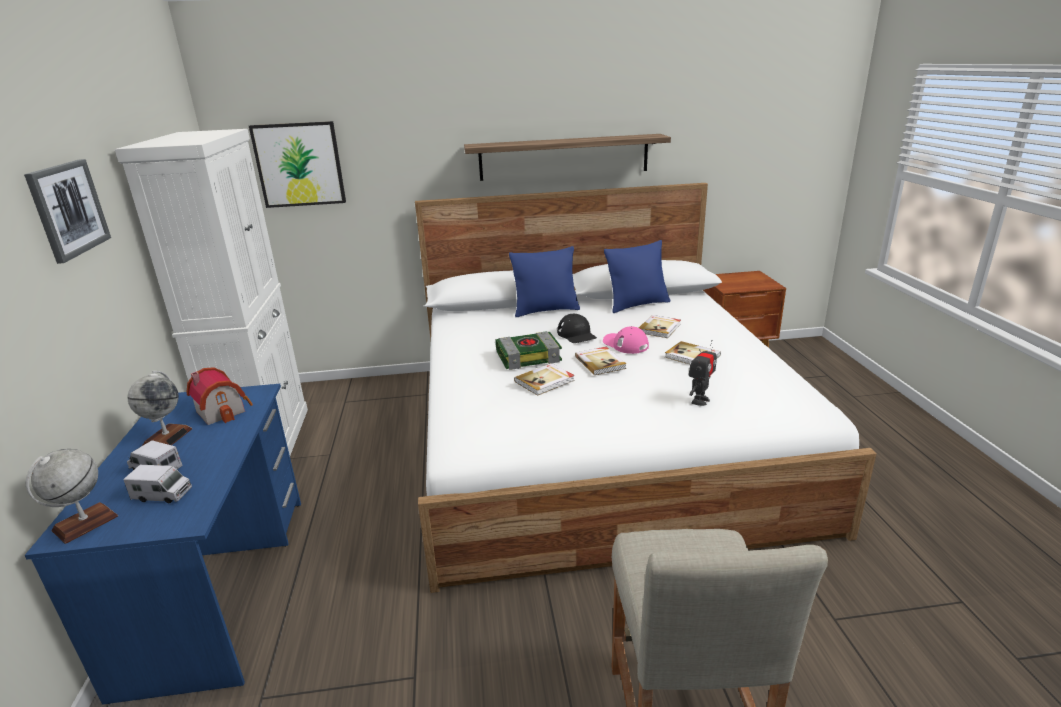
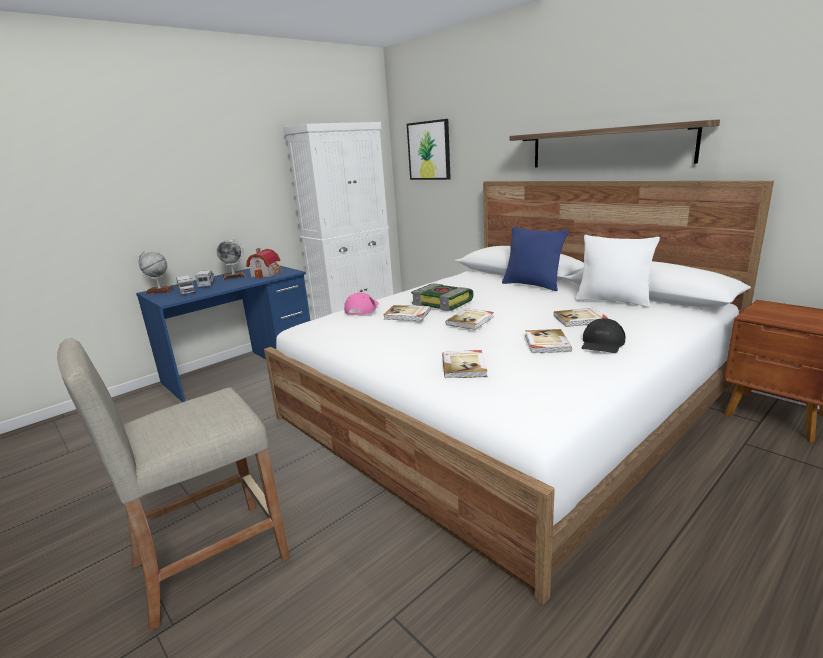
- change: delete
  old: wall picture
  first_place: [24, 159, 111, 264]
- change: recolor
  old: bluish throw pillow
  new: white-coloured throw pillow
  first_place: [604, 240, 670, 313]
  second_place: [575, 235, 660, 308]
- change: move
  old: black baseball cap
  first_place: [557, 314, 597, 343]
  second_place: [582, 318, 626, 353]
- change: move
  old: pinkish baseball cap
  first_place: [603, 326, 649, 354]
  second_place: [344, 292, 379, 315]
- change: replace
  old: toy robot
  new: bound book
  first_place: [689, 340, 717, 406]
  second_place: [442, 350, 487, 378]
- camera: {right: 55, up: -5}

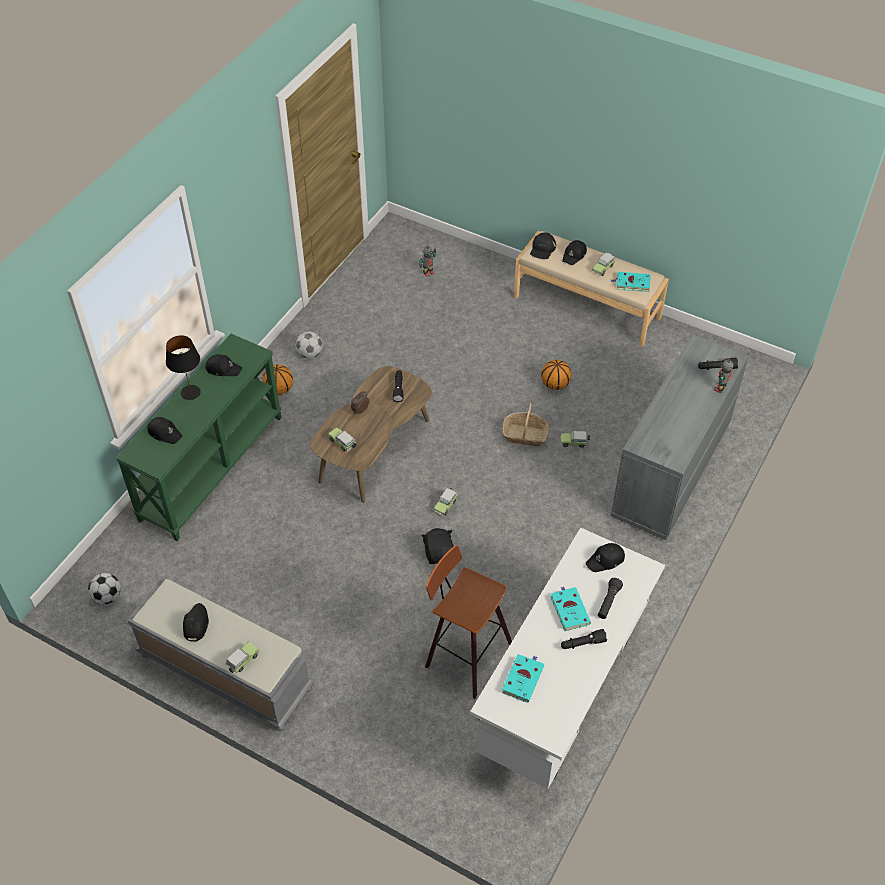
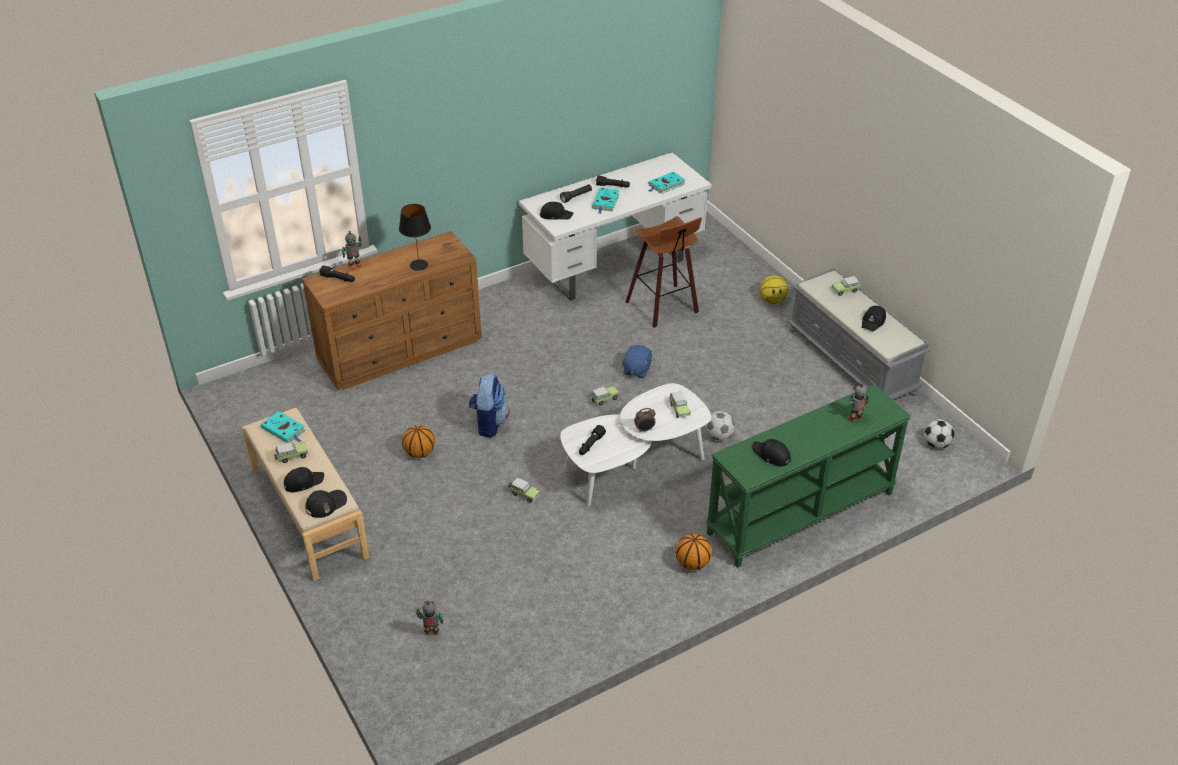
- change: move
  old: ball for football
  first_place: [296, 331, 323, 358]
  second_place: [705, 411, 735, 441]
- change: recolor
  old: grey drawer chest
  new: brown-coloured drawer chest
  first_place: [611, 334, 748, 540]
  second_place: [302, 231, 482, 390]
- change: move
  old: black tabletop lamp
  first_place: [166, 335, 201, 400]
  second_place: [399, 204, 431, 271]
- change: recolor
  old: brown-coloured low table
  new: white-coloured low table
  first_place: [310, 366, 432, 503]
  second_place: [560, 383, 711, 507]
- change: replace
  old: basket
  new: rucksack
  first_place: [502, 402, 549, 446]
  second_place: [469, 373, 509, 438]
- change: replace
  old: black baseball cap
  new: toy robot
  first_place: [147, 417, 182, 444]
  second_place: [848, 383, 869, 422]
- change: move
  old: toy car
  first_place: [561, 431, 590, 448]
  second_place: [508, 477, 540, 503]
- change: recolor
  old: black soft toy
  new: bluish soft toy
  first_place: [421, 528, 453, 564]
  second_place: [621, 345, 652, 378]
- change: insert
  new: basketball
  second_place: [759, 275, 788, 304]
- camera: {right: -150, up: -10}

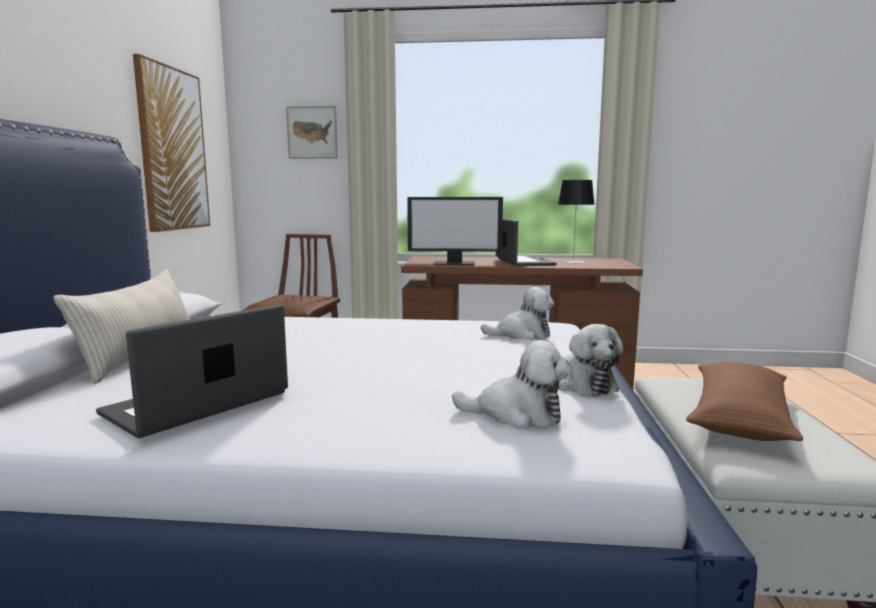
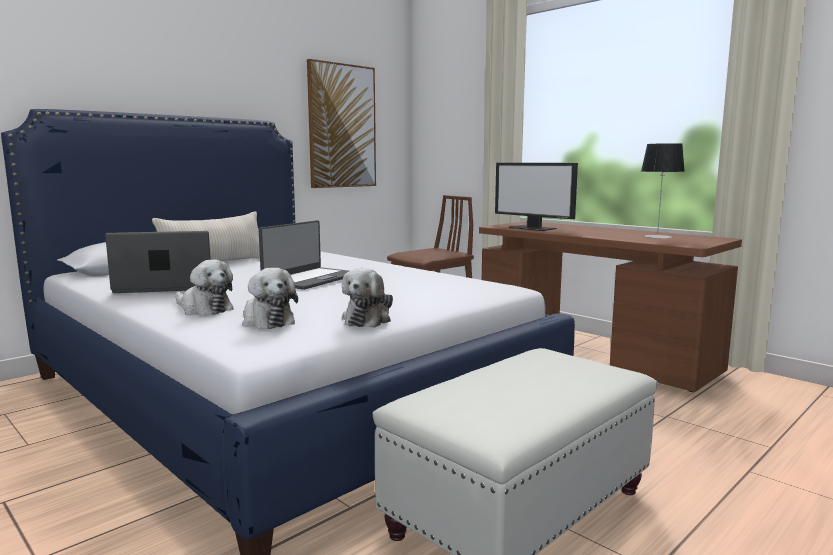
- change: delete
  old: wall picture
  first_place: [286, 106, 338, 159]
- change: move
  old: notebook computer
  first_place: [496, 219, 557, 266]
  second_place: [259, 220, 349, 290]
- change: move
  old: soft toy
  first_place: [481, 287, 554, 340]
  second_place: [176, 260, 234, 315]
- change: delete
  old: brown-coloured throw pillow
  first_place: [686, 362, 803, 441]
- camera: {right: 40, up: 0}

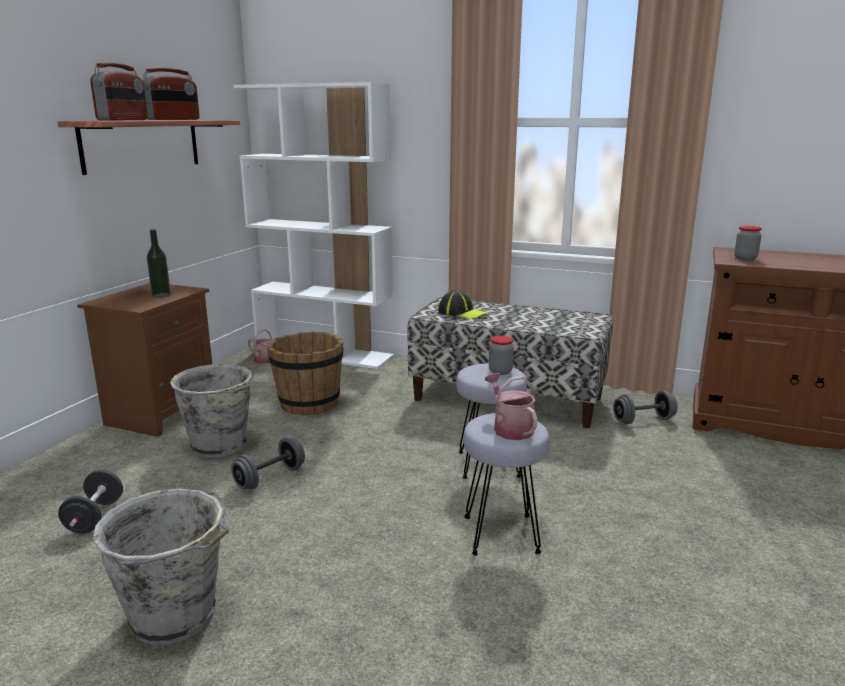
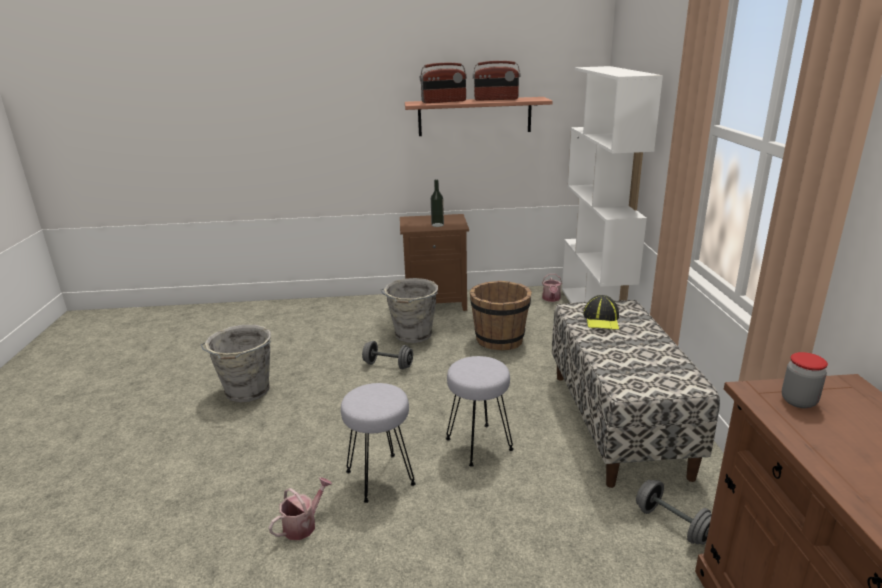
- change: delete
  old: jar
  first_place: [489, 336, 514, 375]
- change: move
  old: sprinkling can
  first_place: [485, 373, 538, 440]
  second_place: [269, 478, 332, 540]
- change: delete
  old: black free weight
  first_place: [58, 470, 123, 533]
- camera: {right: 65, up: 5}

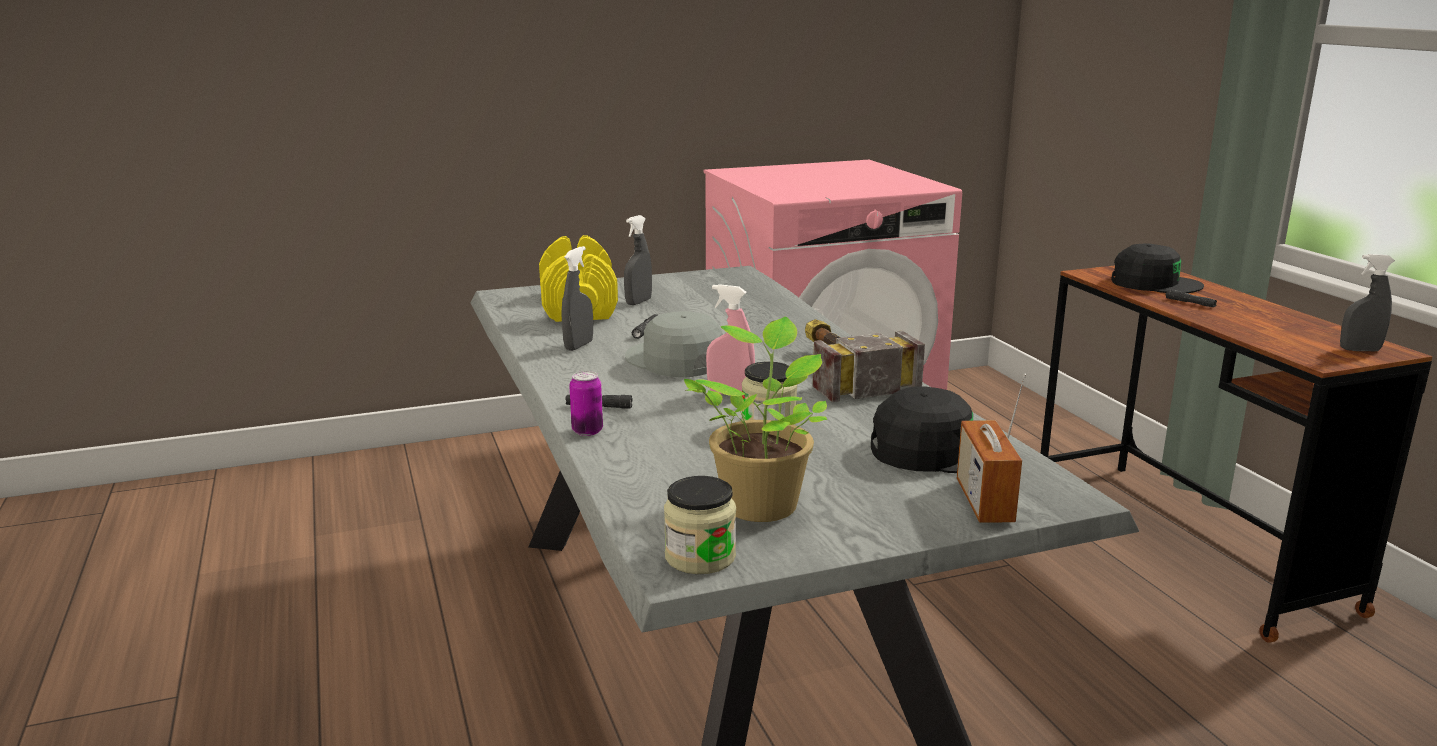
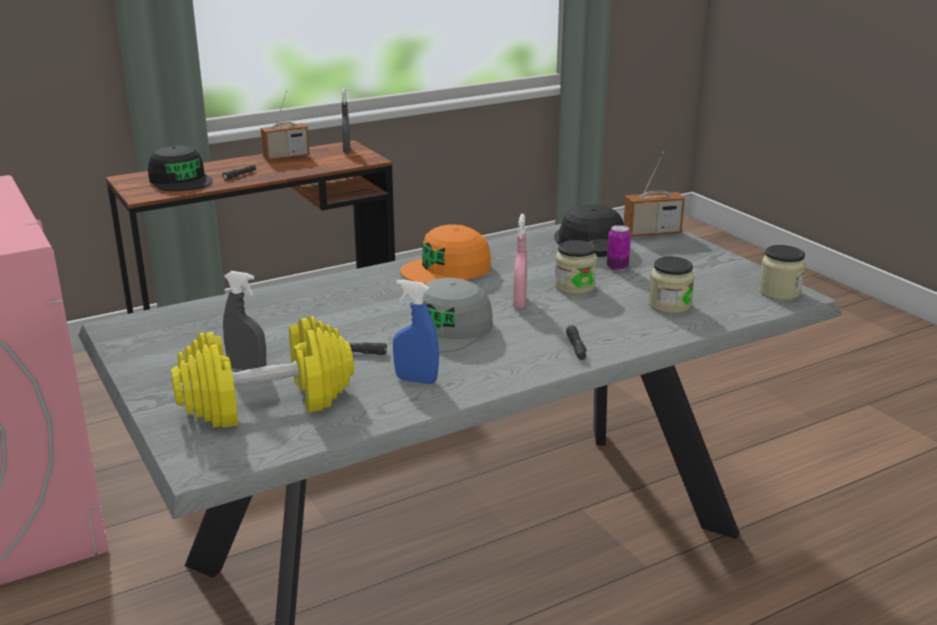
- change: rotate
  old: black baseball cap
  first_place: [1111, 243, 1204, 293]
  second_place: [148, 146, 213, 191]
  degrees: 135
- change: recolor
  old: grey sprayer
  new: bluish sprayer
  first_place: [561, 246, 593, 351]
  second_place: [393, 280, 439, 384]
- change: delete
  old: potted plant
  first_place: [684, 316, 827, 522]
- change: replace
  old: hand hammer
  new: orange-coloured baseball cap
  first_place: [805, 319, 925, 402]
  second_place: [400, 225, 491, 284]
- change: move
  old: metal can
  first_place: [569, 371, 603, 436]
  second_place: [607, 225, 631, 271]
- change: insert
  new: radio set
  second_place: [261, 91, 310, 161]
- change: insert
  new: jar
  second_place: [648, 257, 695, 314]
- camera: {right: -100, up: 5}

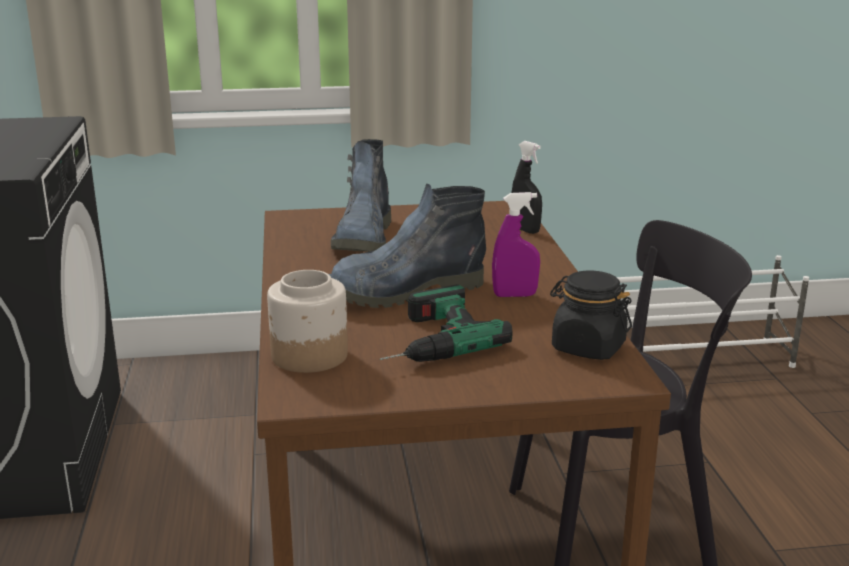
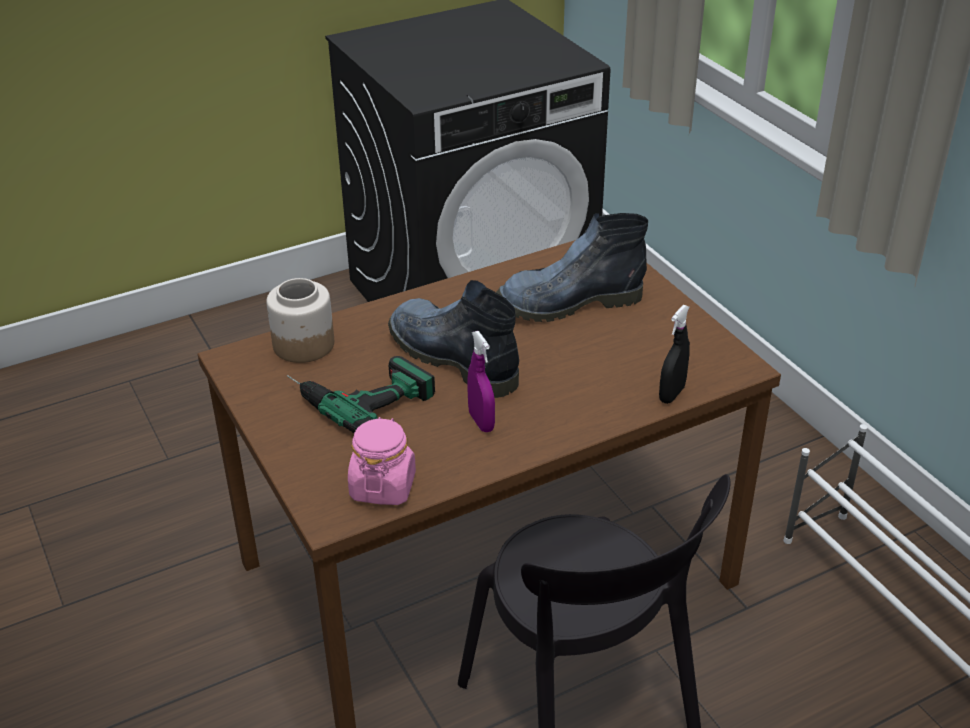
- change: recolor
  old: black jar
  new: pinkish jar
  first_place: [550, 270, 632, 360]
  second_place: [348, 417, 416, 505]
- camera: {right: 70, up: 15}

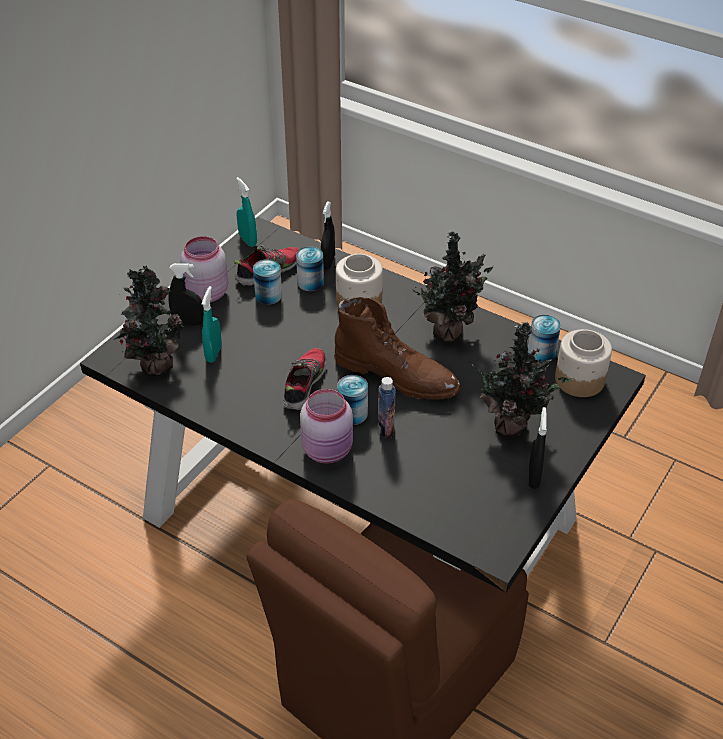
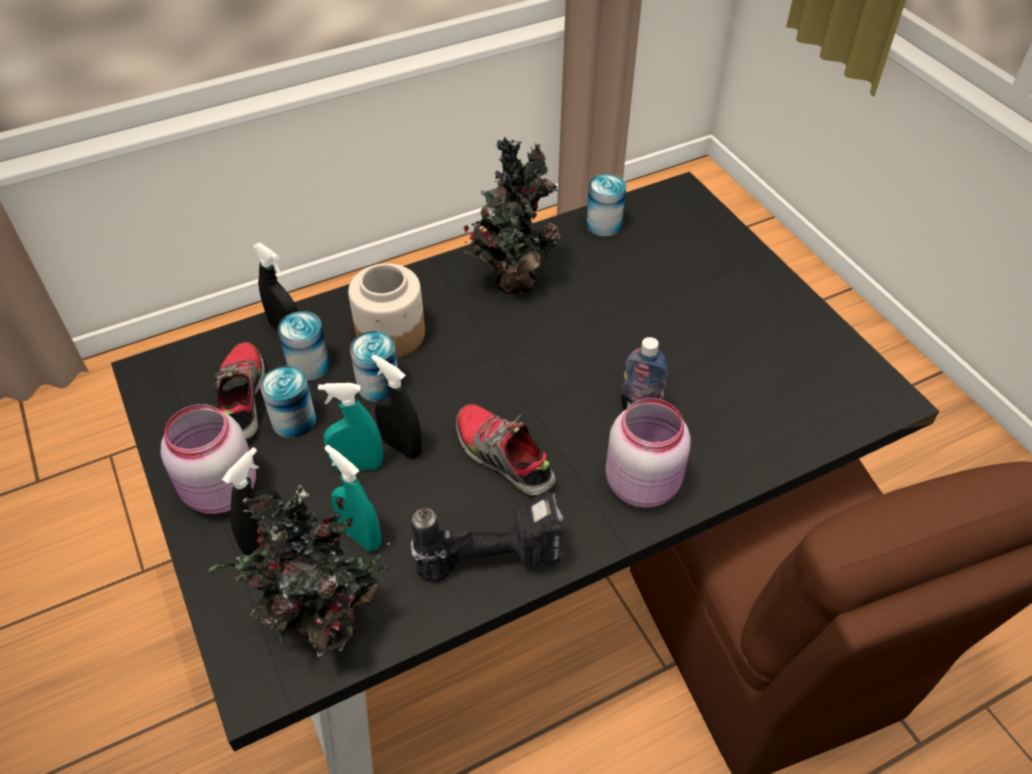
- change: move
  old: blue-green sprayer
  first_place: [236, 177, 257, 247]
  second_place: [318, 383, 383, 471]
- change: delete
  old: brown-coloured boot
  first_place: [334, 297, 460, 400]
- change: delete
  old: potted plant
  first_place: [469, 322, 573, 437]
- change: delete
  old: jar
  first_place: [555, 329, 612, 397]
- change: move
  old: metal can
  first_place: [337, 375, 368, 425]
  second_place: [350, 331, 398, 402]
- change: move
  old: black sprayer
  first_place: [529, 407, 547, 489]
  second_place: [371, 355, 422, 458]
- change: insert
  new: electric drill
  second_place: [411, 492, 564, 582]
- camera: {right: -60, up: 5}

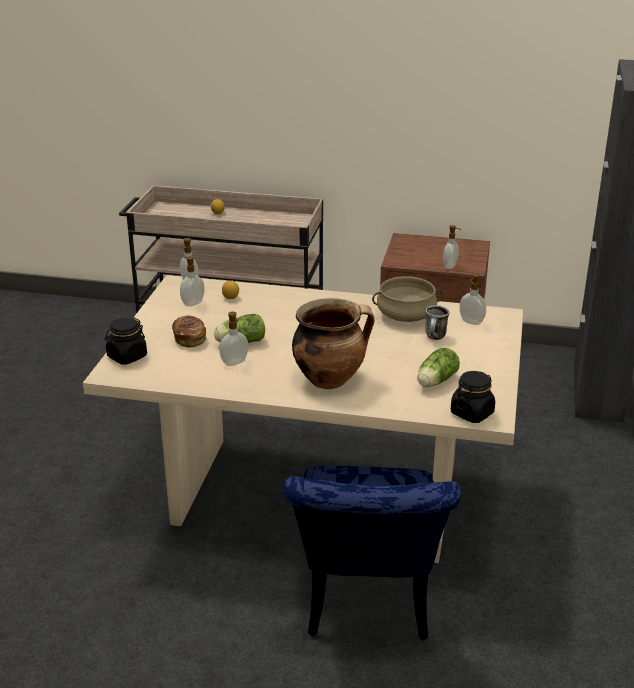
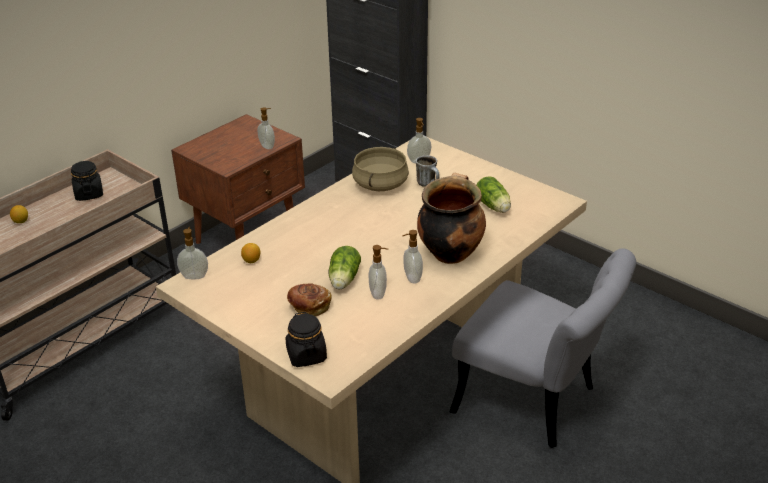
- change: move
  old: soap bottle
  first_place: [180, 256, 205, 307]
  second_place: [403, 230, 423, 284]
- change: move
  old: black jar
  first_place: [451, 371, 495, 423]
  second_place: [71, 161, 103, 201]
- change: recolor
  old: bluish plain chair
  new: grey plain chair
  first_place: [283, 466, 461, 641]
  second_place: [449, 248, 636, 448]
- camera: {right: -60, up: 5}

